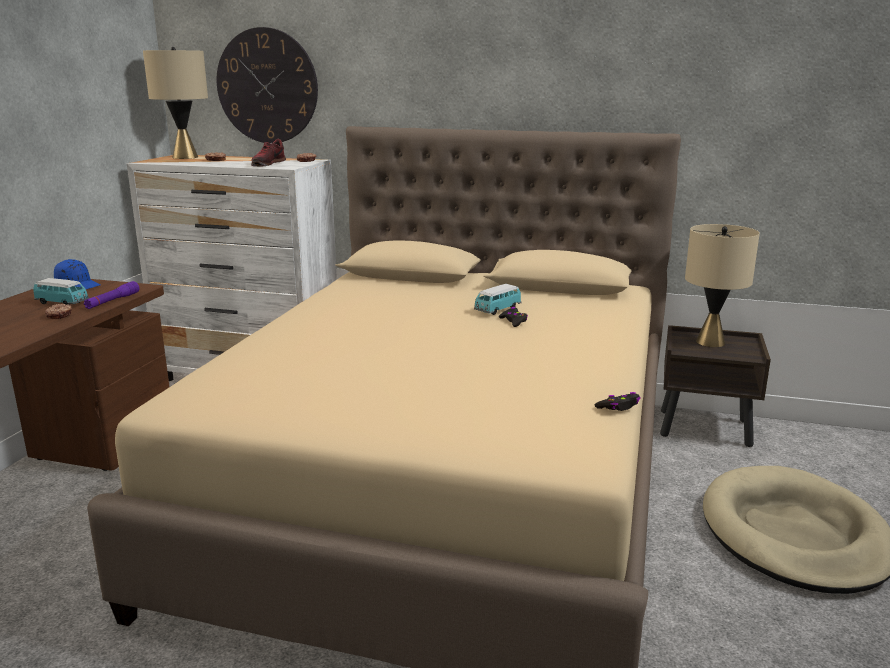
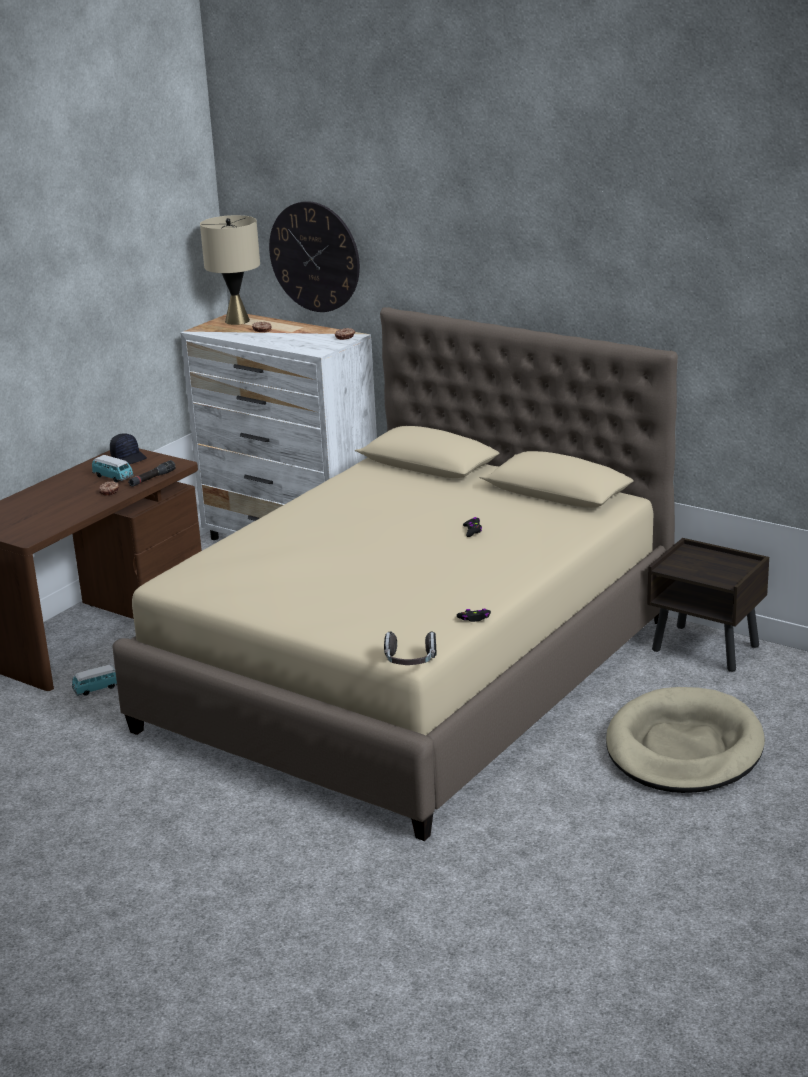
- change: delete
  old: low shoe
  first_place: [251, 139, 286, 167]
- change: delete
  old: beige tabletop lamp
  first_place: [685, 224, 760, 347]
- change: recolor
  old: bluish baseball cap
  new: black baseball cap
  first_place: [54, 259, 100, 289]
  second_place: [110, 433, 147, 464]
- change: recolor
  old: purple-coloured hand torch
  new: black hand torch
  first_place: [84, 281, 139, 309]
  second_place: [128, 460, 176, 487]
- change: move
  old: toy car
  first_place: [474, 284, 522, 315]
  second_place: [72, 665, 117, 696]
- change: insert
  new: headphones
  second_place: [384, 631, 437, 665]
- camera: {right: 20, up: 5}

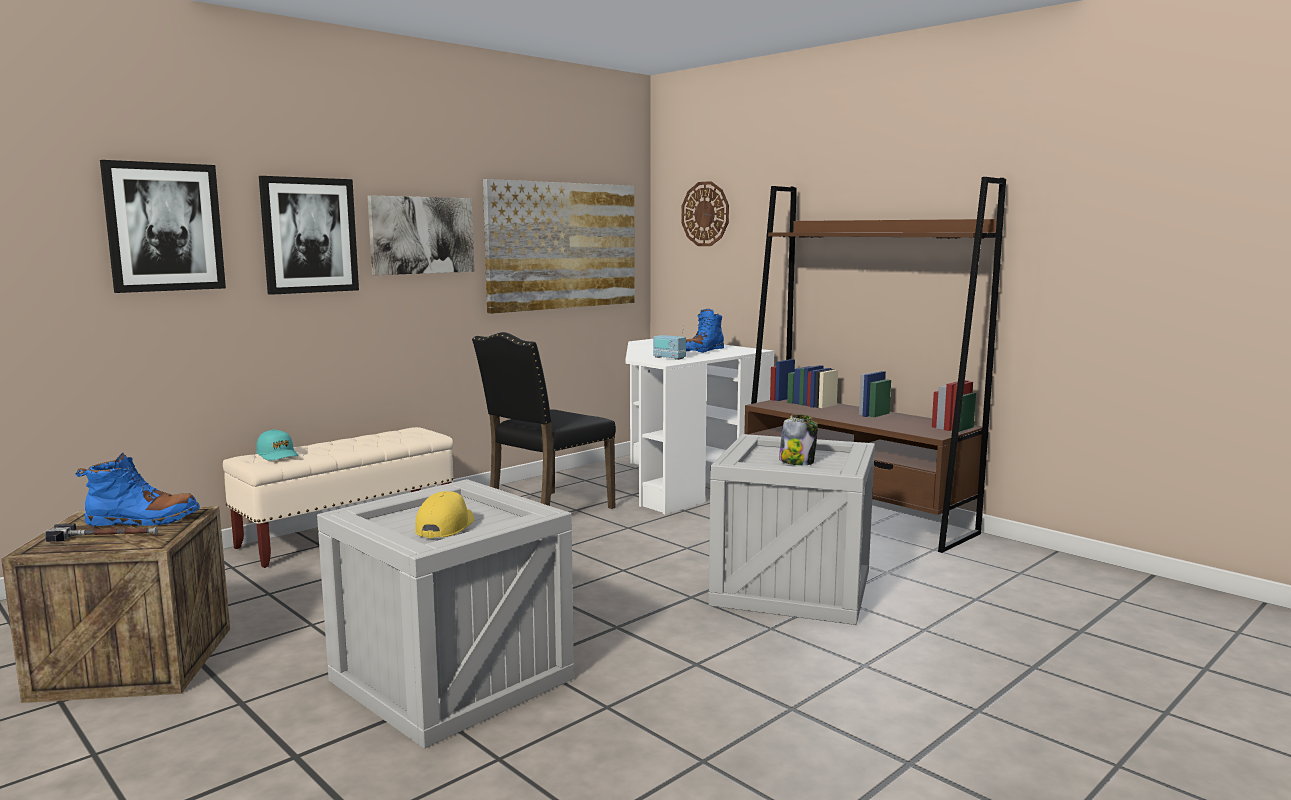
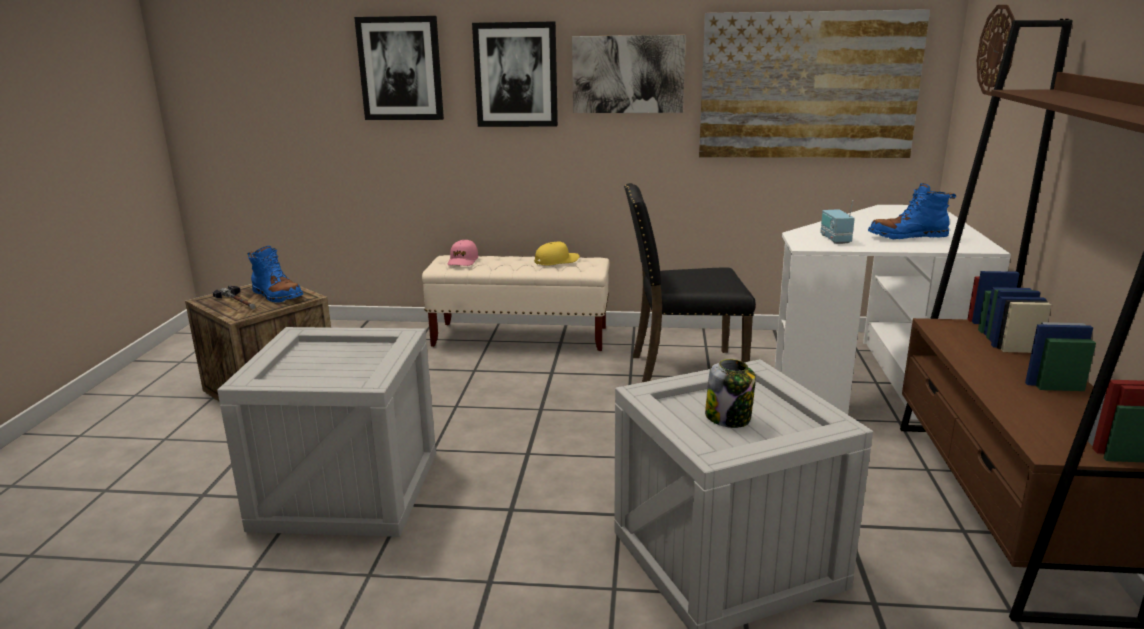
- change: recolor
  old: blue-green baseball cap
  new: pinkish baseball cap
  first_place: [256, 429, 299, 461]
  second_place: [447, 240, 478, 266]
- change: move
  old: yellow-coloured baseball cap
  first_place: [415, 491, 474, 538]
  second_place: [534, 241, 580, 266]
- camera: {right: 50, up: 10}

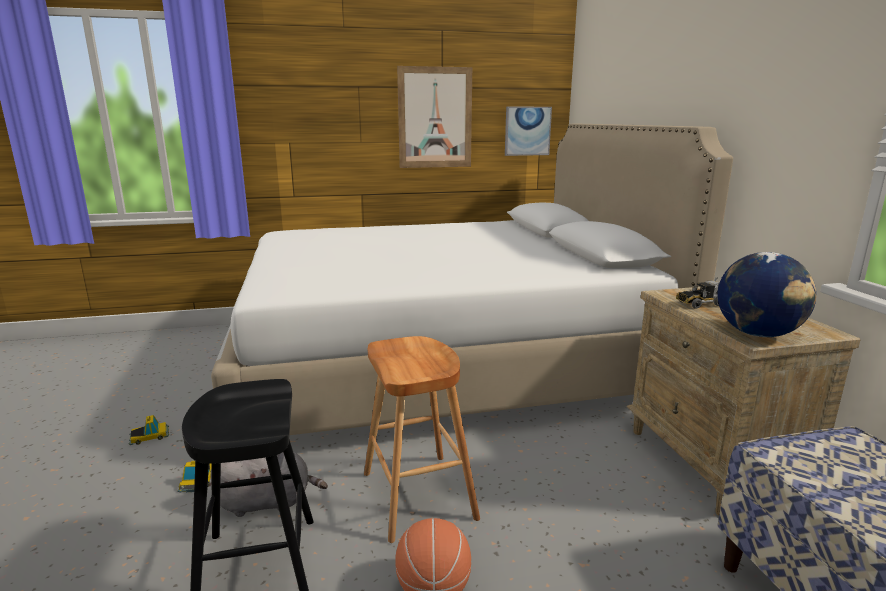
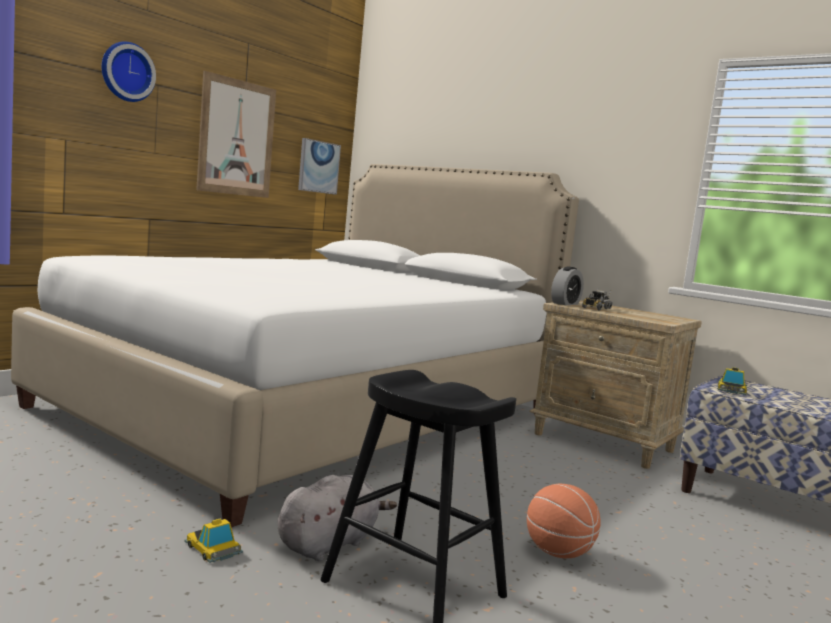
- change: delete
  old: world globe
  first_place: [718, 252, 816, 337]
- change: delete
  old: brown-coloured stool seat
  first_place: [364, 336, 480, 543]
- change: move
  old: toy car
  first_place: [129, 415, 169, 445]
  second_place: [718, 367, 747, 395]
- change: insert
  new: wall clock
  second_place: [101, 41, 156, 102]
- change: insert
  new: alarm clock
  second_place: [551, 266, 584, 305]
- camera: {right: -40, up: -10}

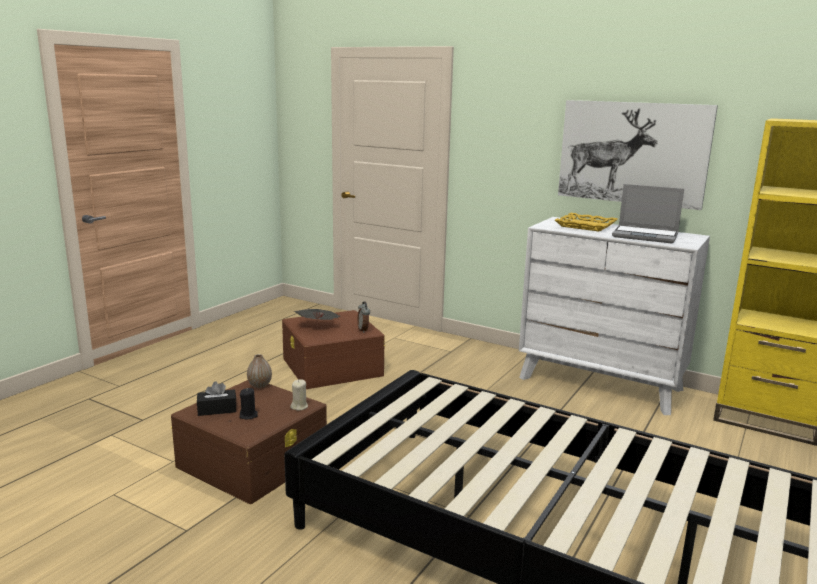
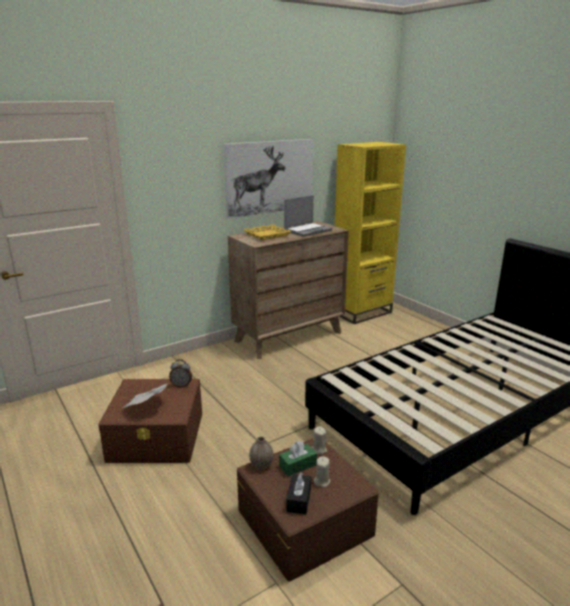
- change: recolor
  old: white-coloured drawer chest
  new: brown-coloured drawer chest
  first_place: [519, 217, 710, 415]
  second_place: [228, 221, 349, 359]
- change: recolor
  old: black wax light
  new: beige wax light
  first_place: [239, 388, 258, 420]
  second_place: [314, 457, 330, 487]
- change: insert
  new: greenish tissue holder
  second_place: [279, 441, 317, 477]
- camera: {right: -65, up: 5}

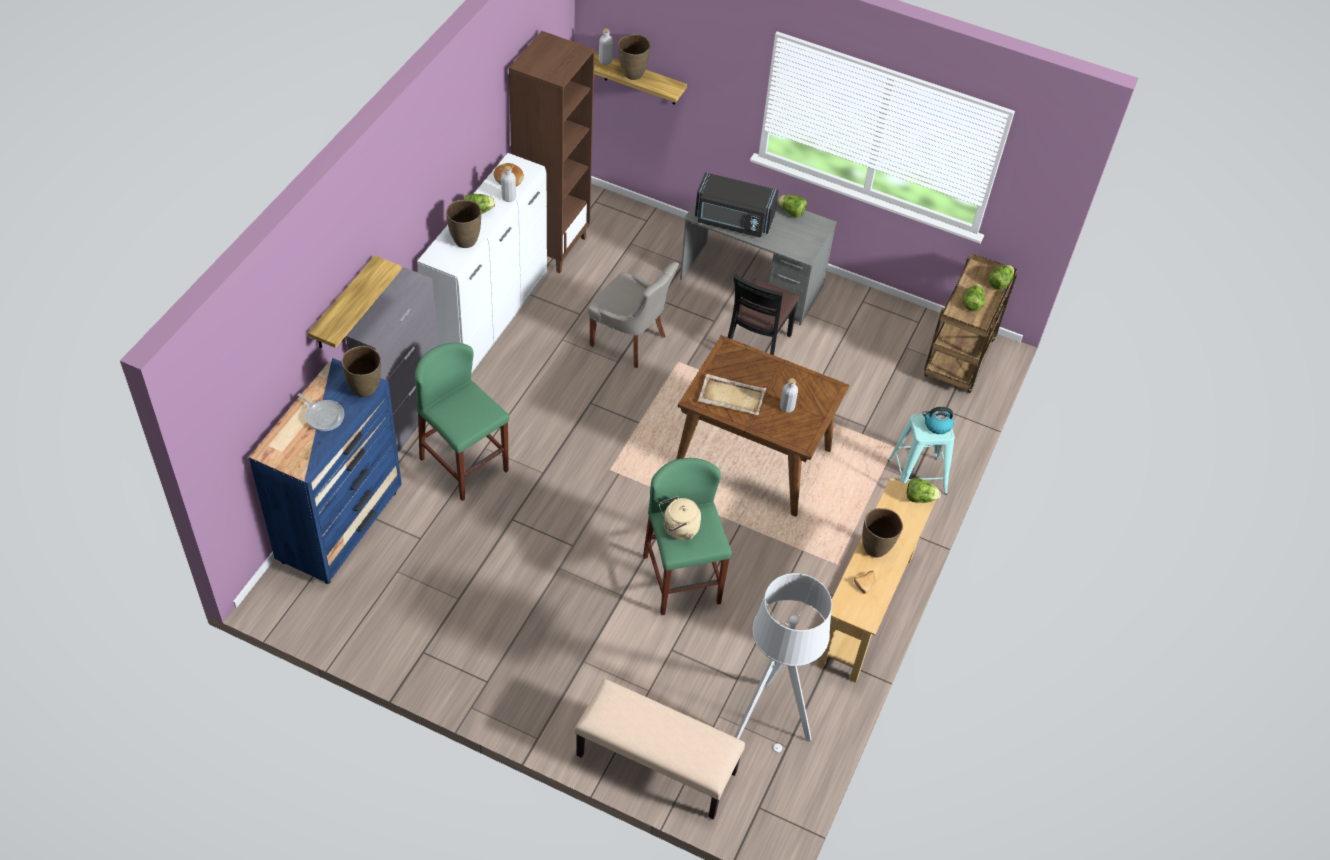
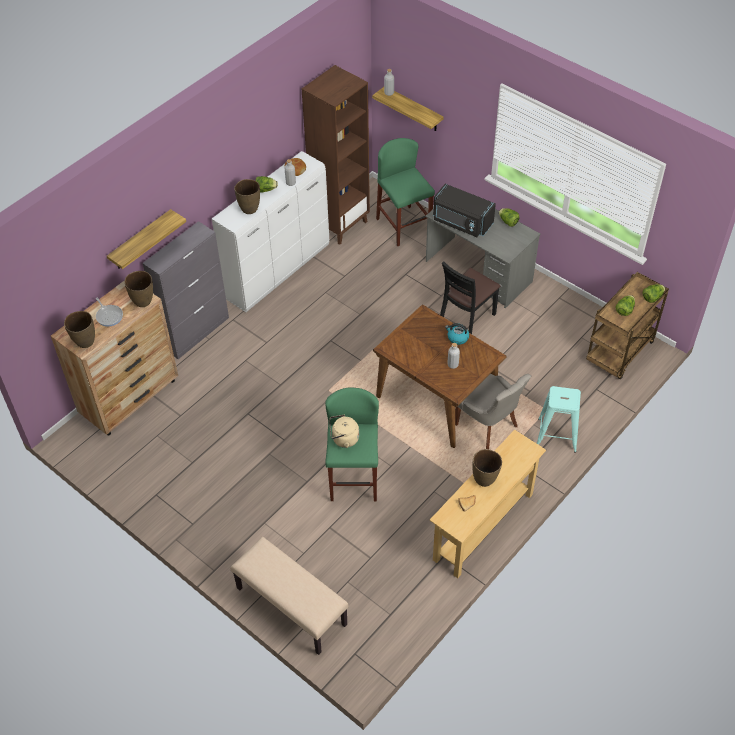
- change: move
  old: brown-coloured decorative vase
  first_place: [618, 34, 651, 80]
  second_place: [64, 311, 95, 348]
- change: move
  old: grey plain chair
  first_place: [588, 262, 679, 368]
  second_place: [455, 374, 531, 449]
- change: move
  old: greenish stool seat
  first_place: [415, 343, 509, 501]
  second_place: [376, 138, 435, 246]
- change: recolor
  old: bluish drawer chest
  new: brown-coloured drawer chest
  first_place: [249, 358, 402, 584]
  second_place: [51, 280, 178, 435]
- change: delete
  old: beige carrying tray
  first_place: [698, 374, 766, 415]
- change: move
  old: kettle
  first_place: [922, 407, 954, 434]
  second_place: [445, 323, 469, 345]
- change: delete
  old: head of lettuce
  first_place: [907, 478, 941, 503]
- change: delete
  old: grey standing lamp
  first_place: [735, 573, 832, 752]
- camera: {right: 20, up: 0}

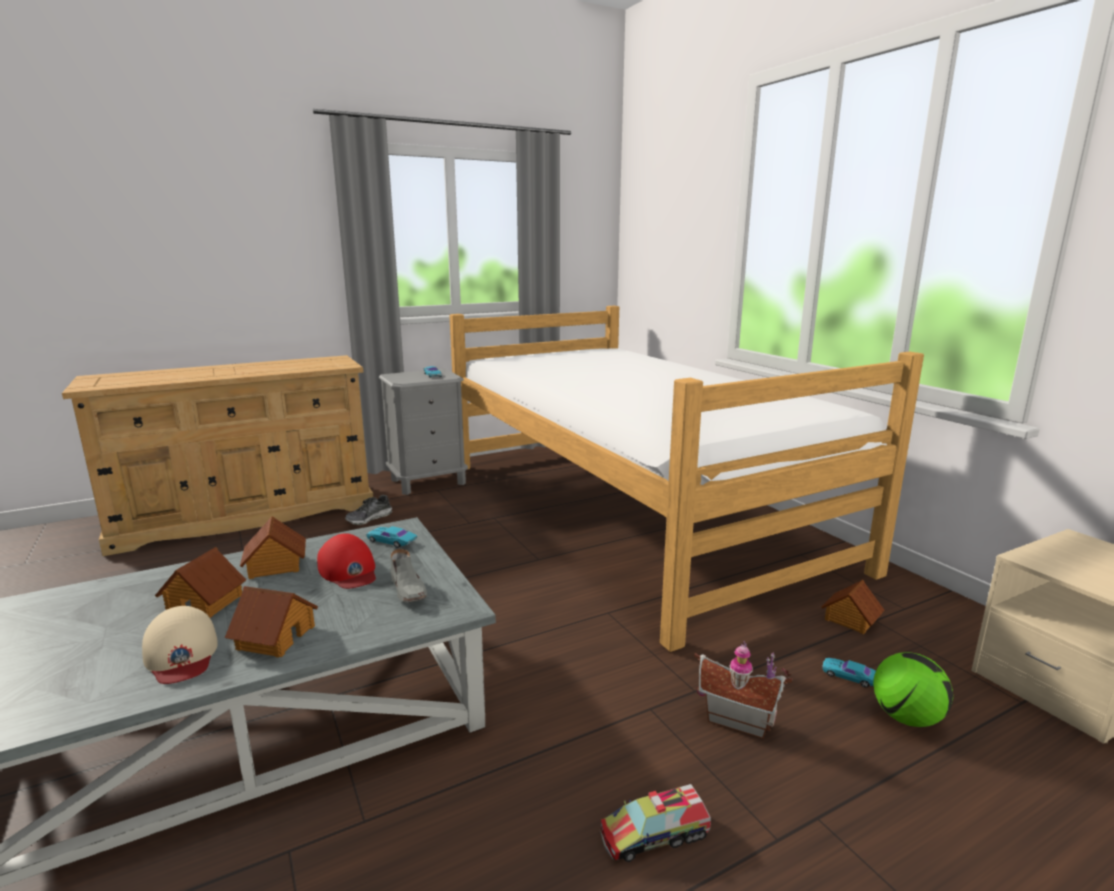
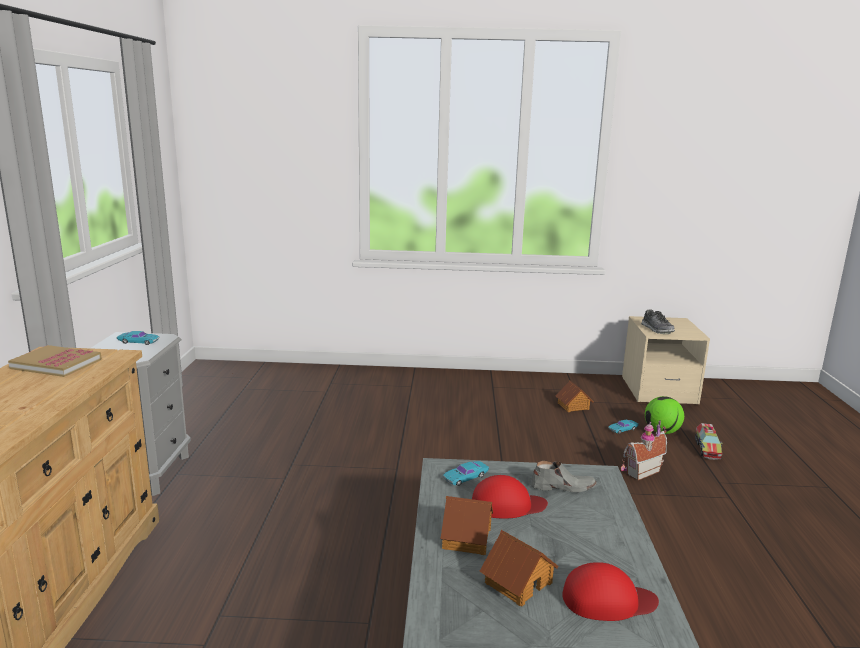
- change: delete
  old: sleeping bed
  first_place: [449, 306, 924, 652]
- change: move
  old: low shoe
  first_place: [345, 495, 392, 525]
  second_place: [641, 309, 675, 334]
- change: delete
  old: miniature house
  first_place: [225, 586, 318, 658]
- change: recolor
  old: beige baseball cap
  new: reddish baseball cap
  first_place: [142, 606, 218, 684]
  second_place: [562, 562, 659, 621]
- change: move
  old: toy truck
  first_place: [600, 784, 711, 862]
  second_place: [695, 423, 722, 460]
- change: insert
  new: bound book
  second_place: [8, 345, 102, 377]
- camera: {right: -60, up: 0}

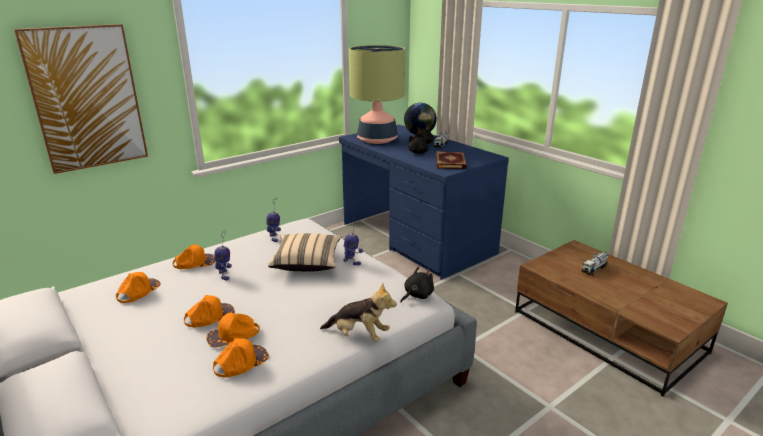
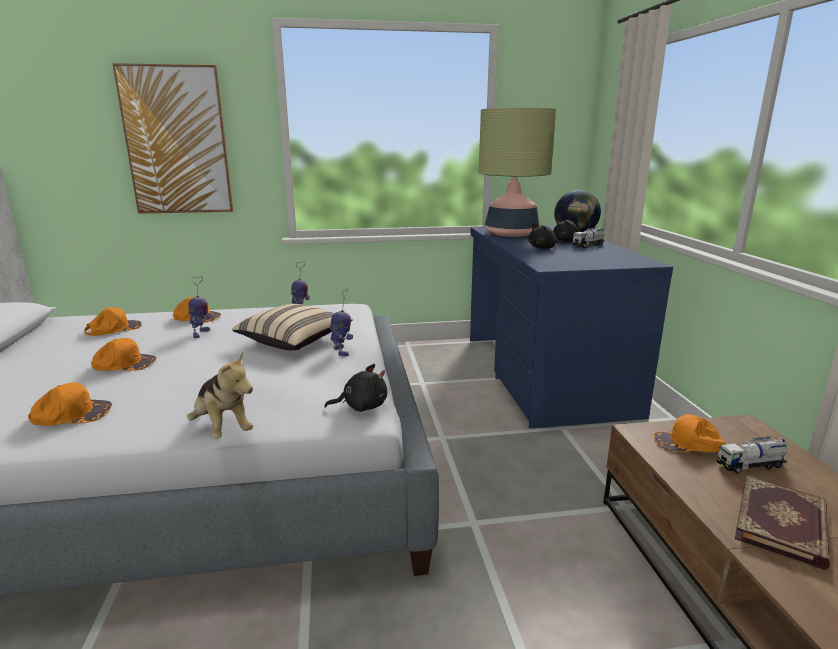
- change: move
  old: bound book
  first_place: [436, 151, 467, 169]
  second_place: [735, 475, 830, 570]
- change: move
  old: orange-coloured baseball cap
  first_place: [206, 313, 260, 347]
  second_place: [654, 414, 726, 452]
- camera: {right: 30, up: -5}

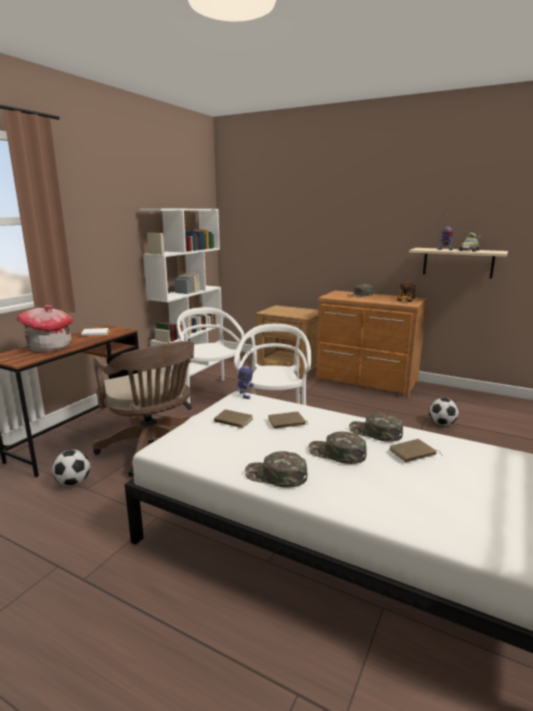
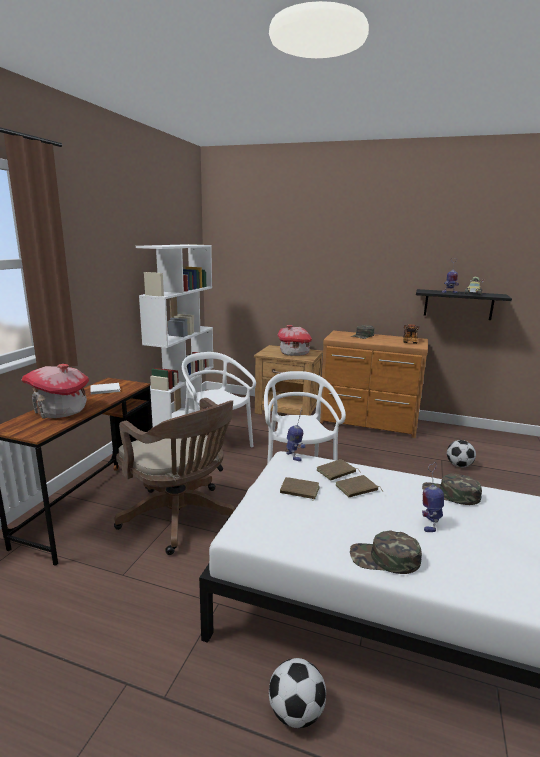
- change: recolor
  old: beige wall shelf
  new: black wall shelf
  first_place: [409, 248, 508, 279]
  second_place: [416, 289, 512, 320]
- change: replace
  old: greenish baseball cap
  new: toy robot
  first_place: [308, 431, 367, 464]
  second_place: [422, 462, 444, 532]
- change: move
  old: brown-coloured bound book
  first_place: [389, 439, 443, 462]
  second_place: [317, 459, 361, 481]
- change: move
  old: ball for football
  first_place: [52, 450, 90, 486]
  second_place: [269, 658, 326, 728]
- change: insert
  new: miniature house
  second_place: [278, 325, 312, 356]
- camera: {right: -10, up: 0}

